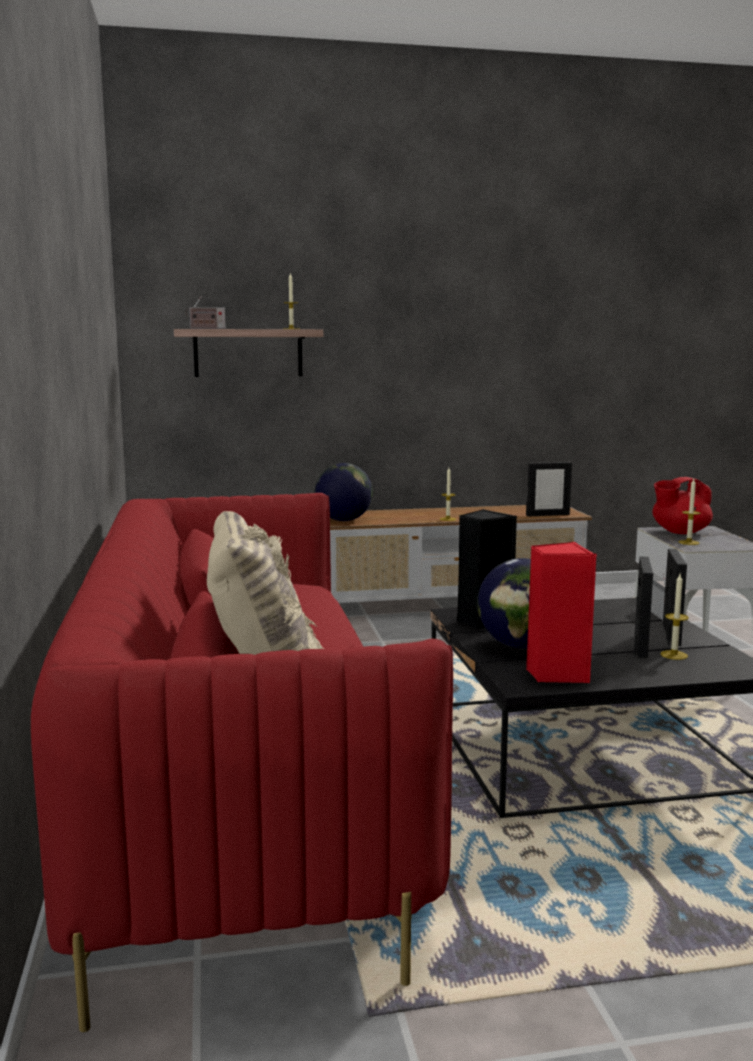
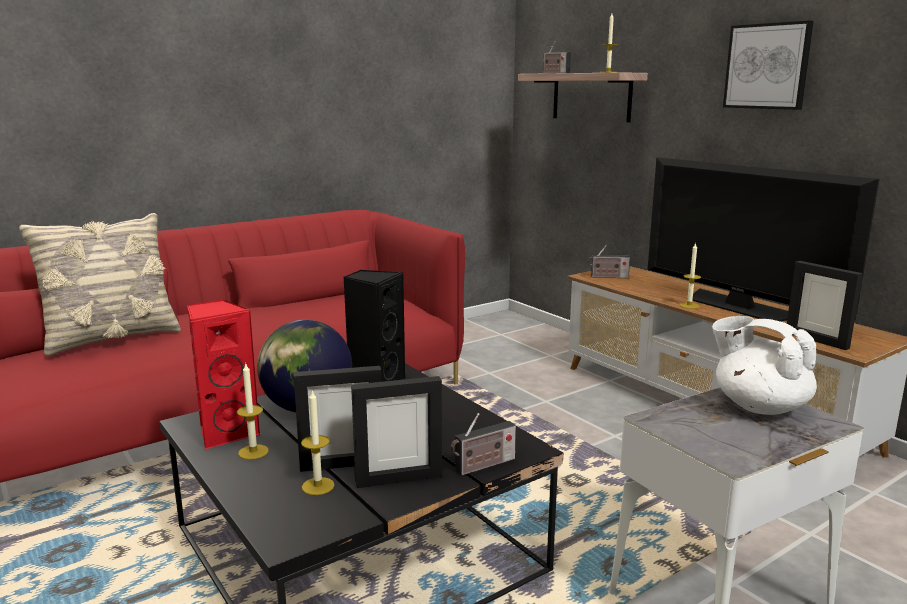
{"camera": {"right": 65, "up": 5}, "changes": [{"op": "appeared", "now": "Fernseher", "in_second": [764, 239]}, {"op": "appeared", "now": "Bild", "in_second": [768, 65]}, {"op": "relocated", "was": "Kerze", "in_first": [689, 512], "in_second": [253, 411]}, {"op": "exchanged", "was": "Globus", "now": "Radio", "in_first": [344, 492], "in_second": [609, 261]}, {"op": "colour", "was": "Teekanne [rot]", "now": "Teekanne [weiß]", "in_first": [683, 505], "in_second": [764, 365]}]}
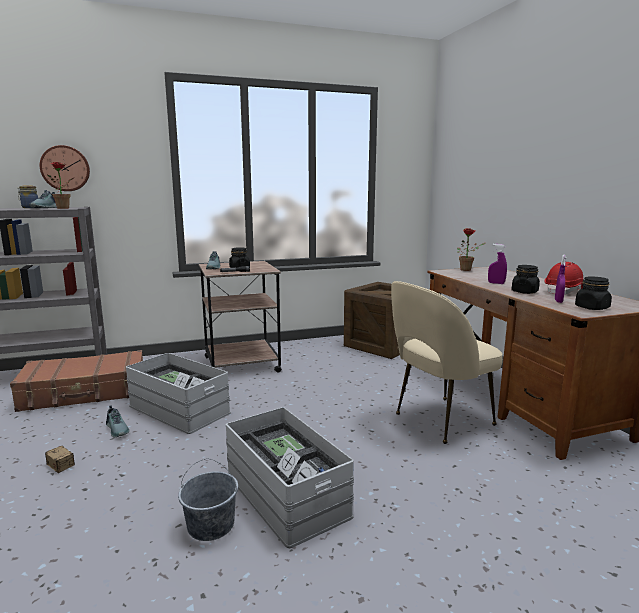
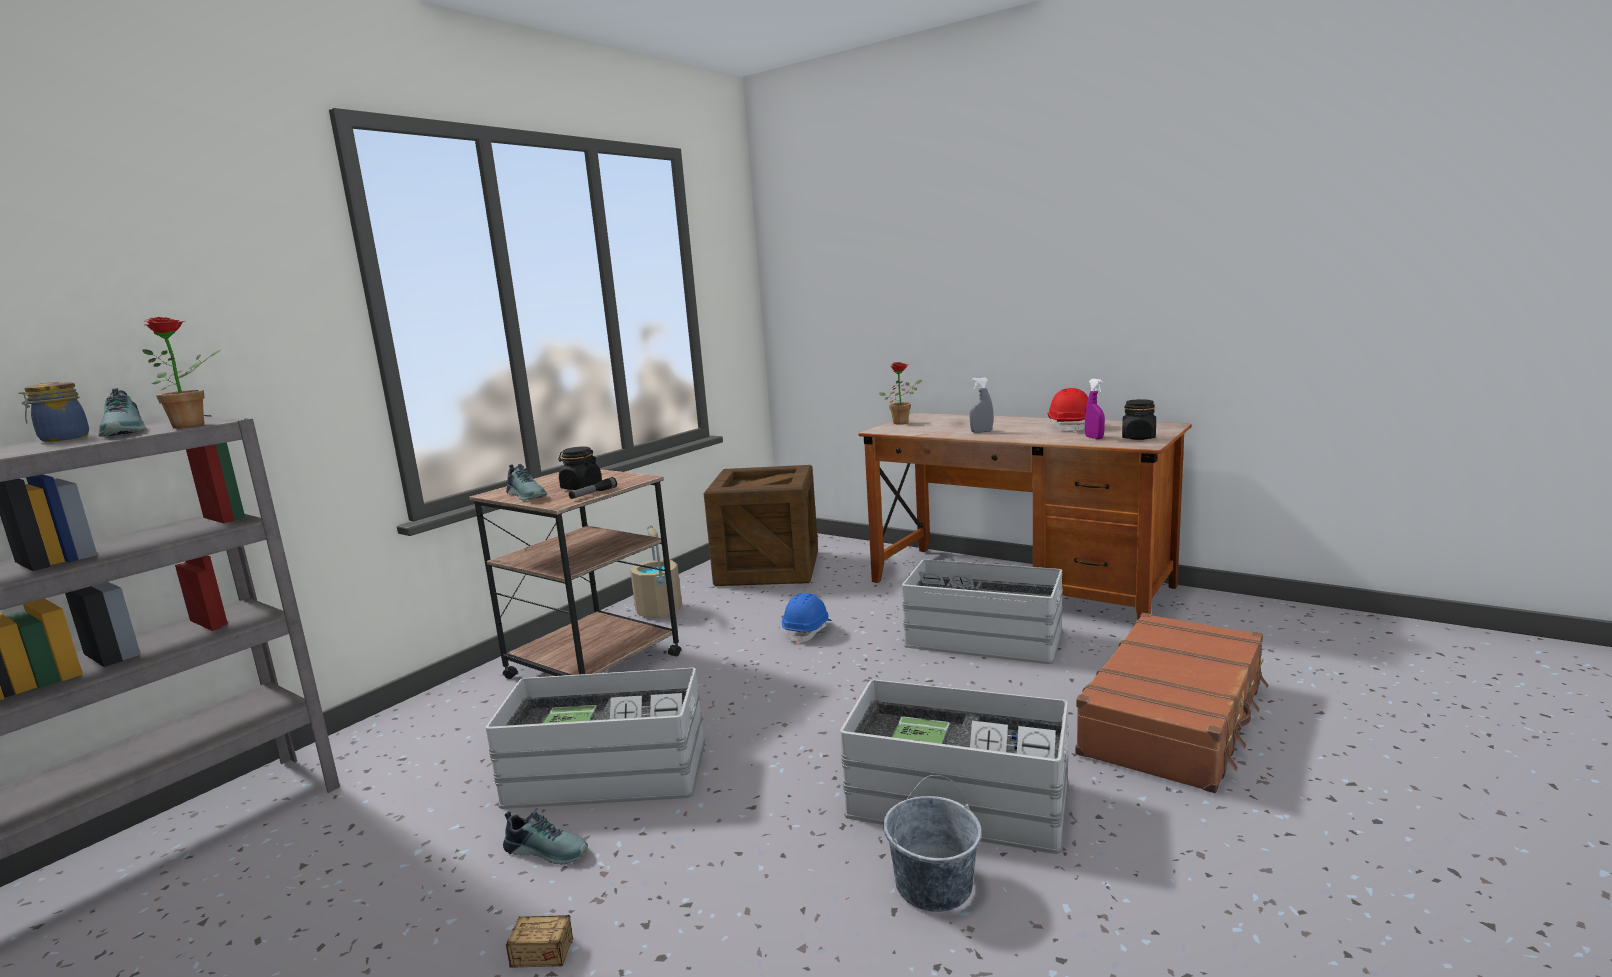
{"camera": {"right": -35, "up": 0}, "changes": [{"op": "missing", "was": "Wanduhr", "in_first": [65, 168]}, {"op": "missing", "was": "Vorratsglas [schwarz]", "in_first": [525, 279]}, {"op": "appeared", "now": "Eimer [beige]", "in_second": [656, 571]}, {"op": "appeared", "now": "Schutzhelm [blau]", "in_second": [807, 618]}, {"op": "relocated", "was": "Koffer [braun]", "in_first": [76, 381], "in_second": [1172, 703]}, {"op": "exchanged", "was": "Stuhl [beige]", "now": "Aufbewahrungsbox [grau]", "in_first": [447, 362], "in_second": [982, 611]}, {"op": "colour", "was": "Sprühflasche [lila]", "now": "Sprühflasche [grau]", "in_first": [497, 264], "in_second": [981, 405]}]}
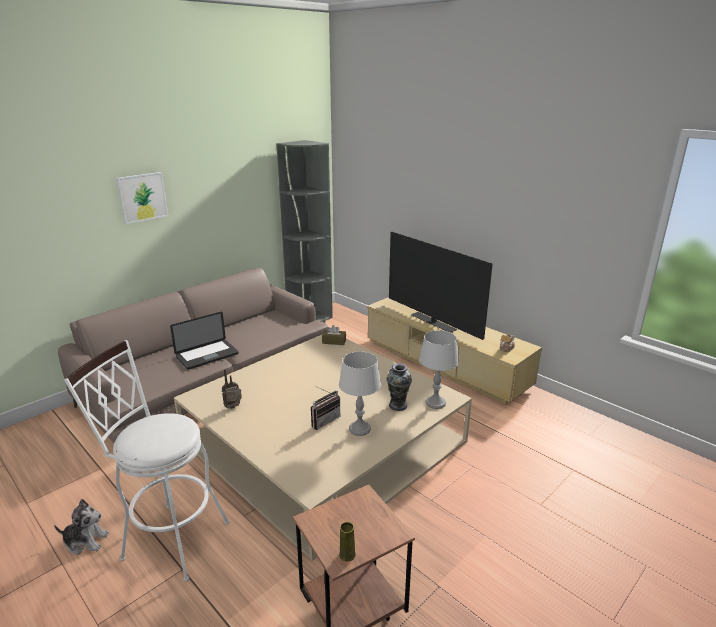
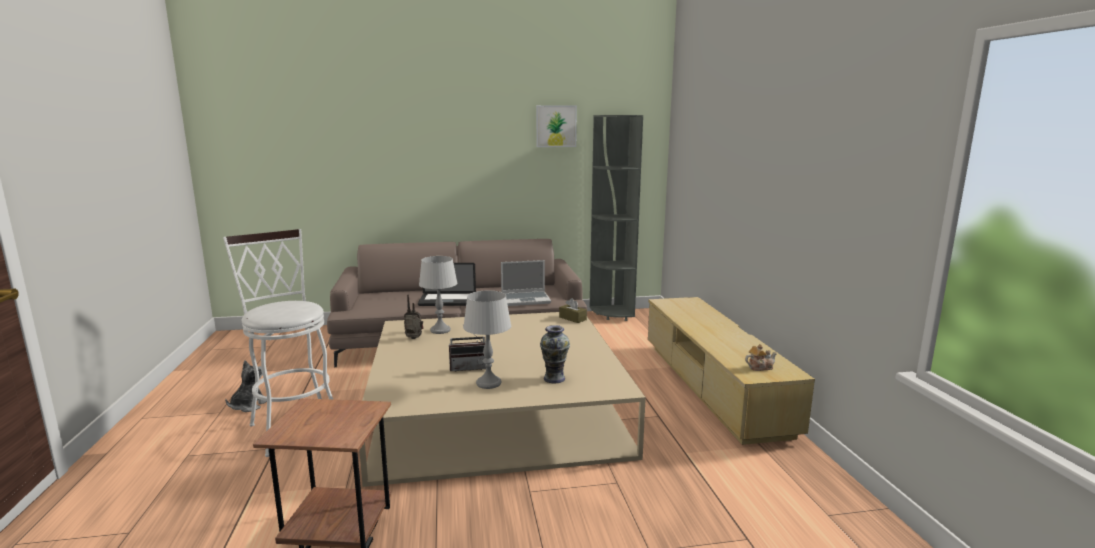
{"camera": {"right": 35, "up": -10}, "changes": [{"op": "missing", "was": "Vase [gelb]", "in_first": [347, 542]}, {"op": "missing", "was": "Fernseher", "in_first": [441, 286]}, {"op": "appeared", "now": "Laptop", "in_second": [526, 283]}, {"op": "relocated", "was": "Bild", "in_first": [142, 198], "in_second": [556, 126]}, {"op": "relocated", "was": "Tischlampe [grau]", "in_first": [439, 369], "in_second": [438, 295]}, {"op": "spun", "was": "Plüschtier", "in_first": [81, 527], "in_second": [246, 386], "clockwise": -105}]}
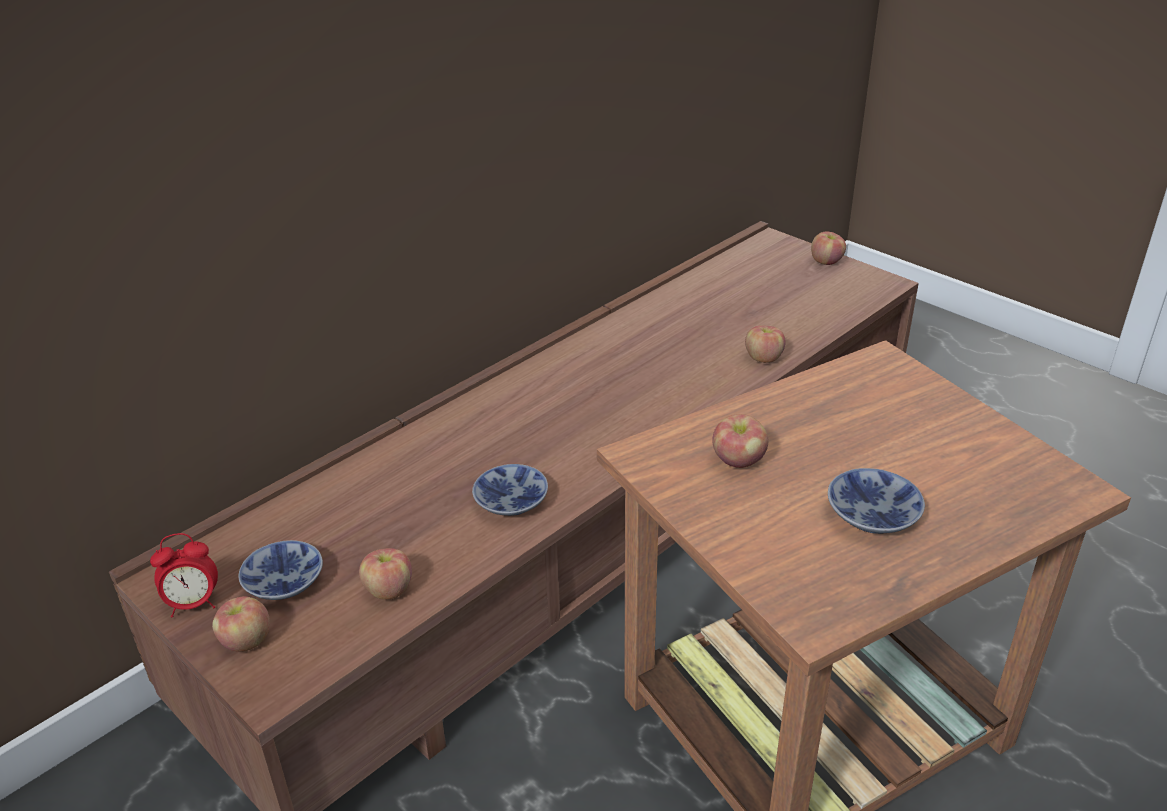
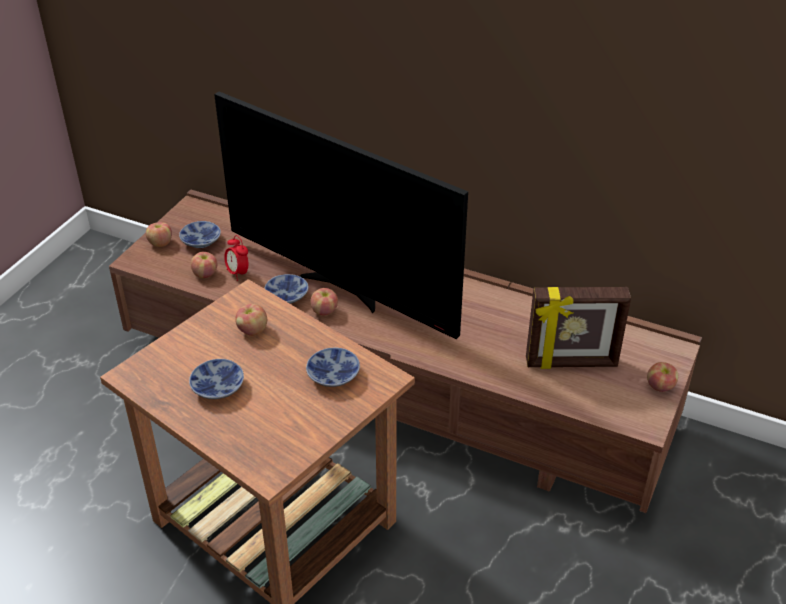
{"camera": {"right": 70, "up": 5}, "changes": [{"op": "appeared", "now": "Fernseher", "in_second": [341, 215]}, {"op": "appeared", "now": "Schüssel", "in_second": [333, 367]}, {"op": "appeared", "now": "Bilderrahmen", "in_second": [578, 328]}, {"op": "relocated", "was": "Wecker", "in_first": [184, 575], "in_second": [236, 258]}, {"op": "relocated", "was": "Apfel", "in_first": [765, 344], "in_second": [324, 301]}]}
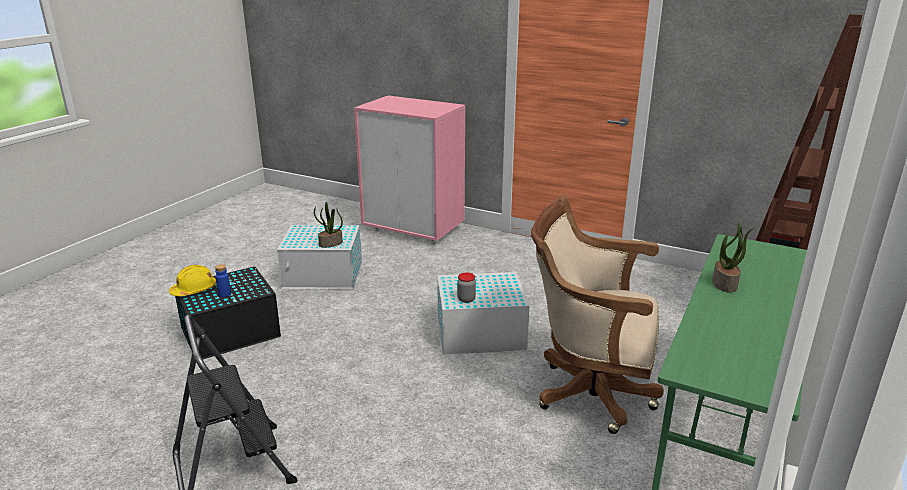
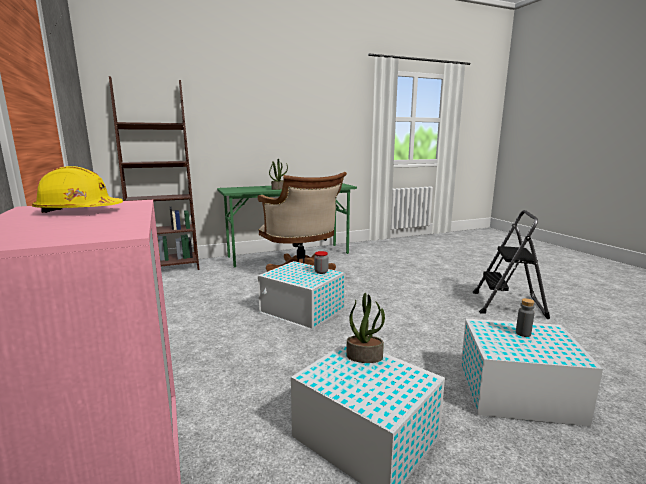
{"camera": {"right": -140, "up": -10}, "changes": [{"op": "relocated", "was": "Schutzhelm [gelb]", "in_first": [192, 280], "in_second": [77, 189]}, {"op": "colour", "was": "Aufbewahrungsbox [schwarz]", "now": "Aufbewahrungsbox [weiß]", "in_first": [228, 312], "in_second": [532, 372]}, {"op": "colour", "was": "Flasche [blau]", "now": "Flasche [grau]", "in_first": [223, 280], "in_second": [525, 317]}]}
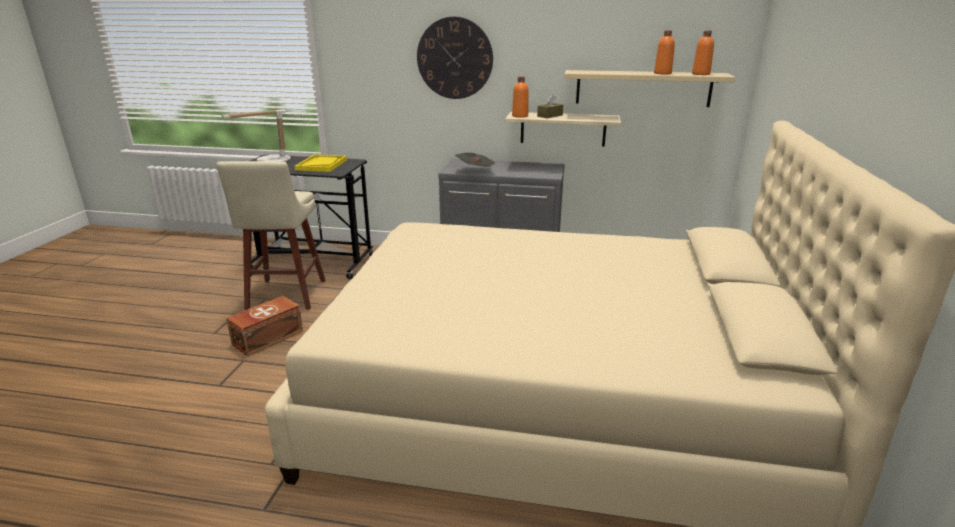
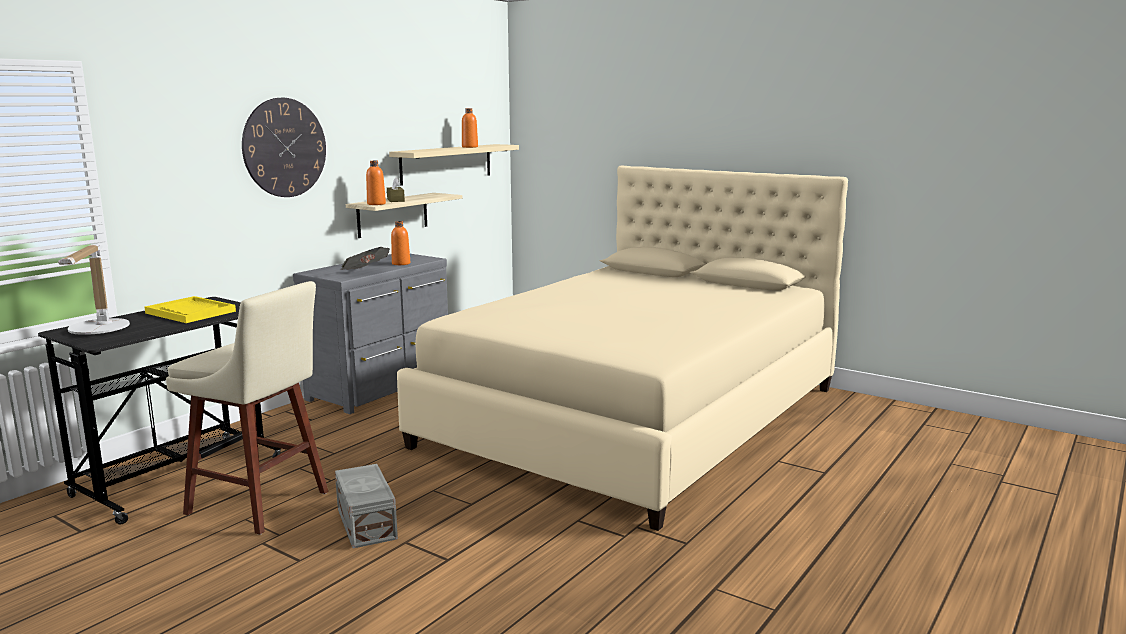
{"camera": {"right": -65, "up": -10}, "changes": [{"op": "relocated", "was": "Flasche [orange]", "in_first": [703, 53], "in_second": [400, 243]}, {"op": "colour", "was": "Aufbewahrungsbox [braun]", "now": "Aufbewahrungsbox [grau]", "in_first": [264, 326], "in_second": [366, 506]}]}
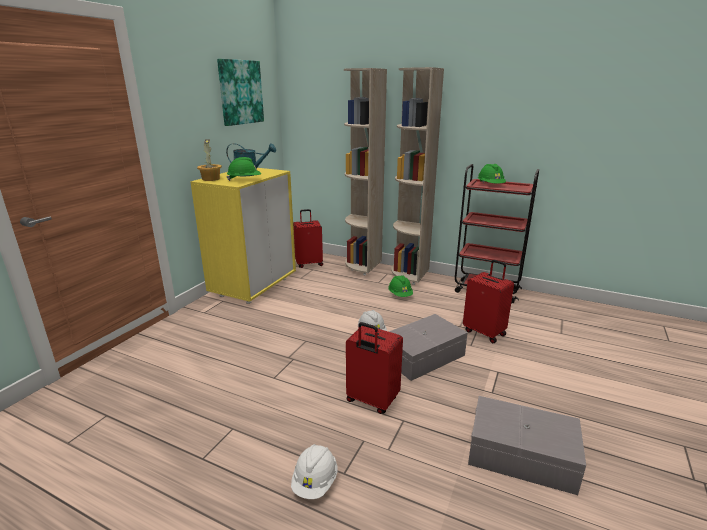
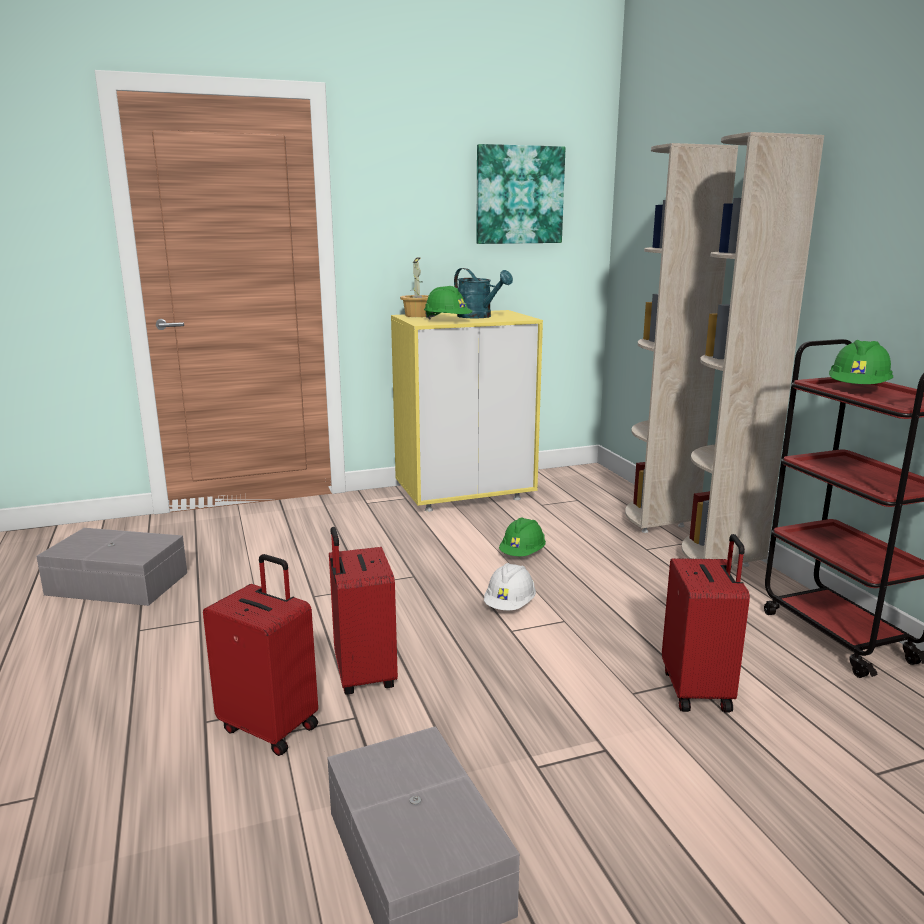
{"camera": {"right": 45, "up": -5}, "changes": [{"op": "missing", "was": "Schutzhelm [weiß]", "in_first": [314, 471]}, {"op": "relocated", "was": "Koffer [rot]", "in_first": [308, 238], "in_second": [260, 655]}, {"op": "relocated", "was": "Schutzhelm [grün]", "in_first": [400, 286], "in_second": [522, 536]}, {"op": "relocated", "was": "Aufbewahrungsbox [grau]", "in_first": [428, 347], "in_second": [111, 567]}]}
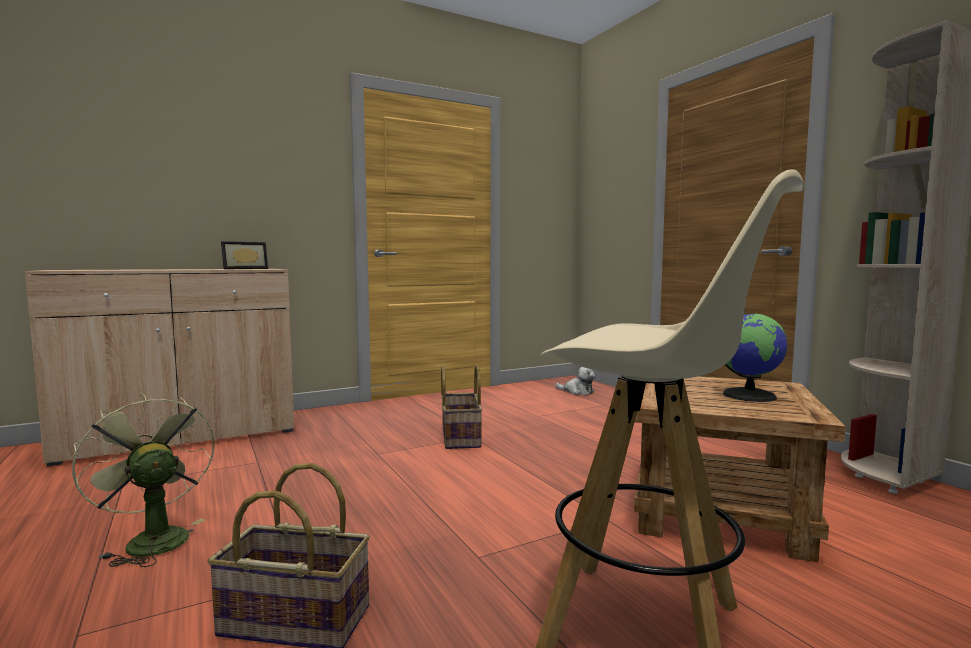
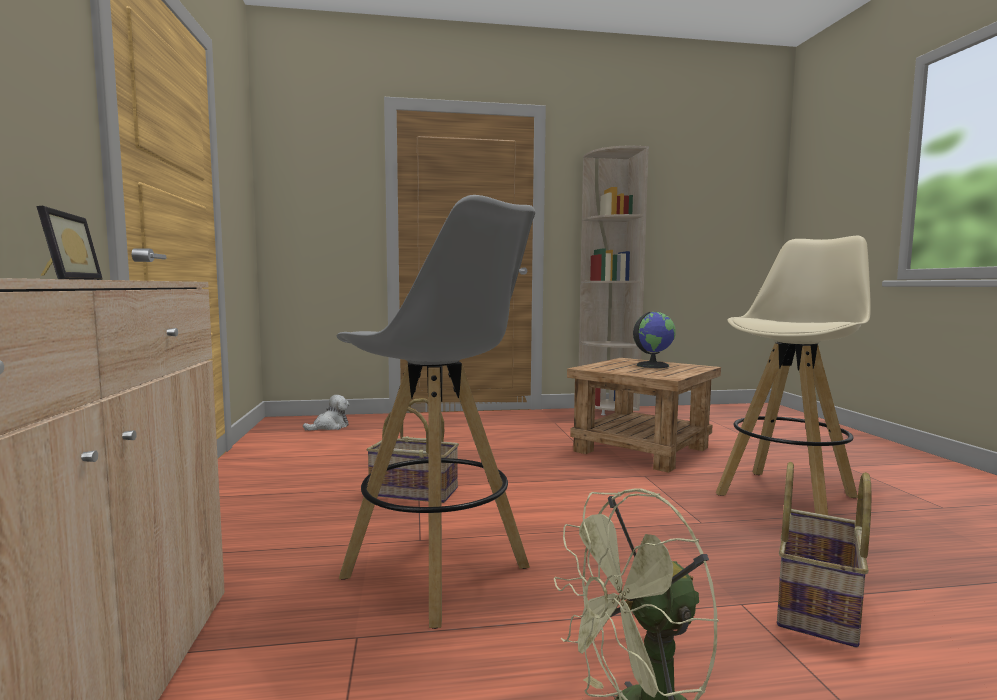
{"camera": {"right": -70, "up": 0}, "changes": [{"op": "appeared", "now": "Hocker [grau]", "in_second": [436, 412]}]}
